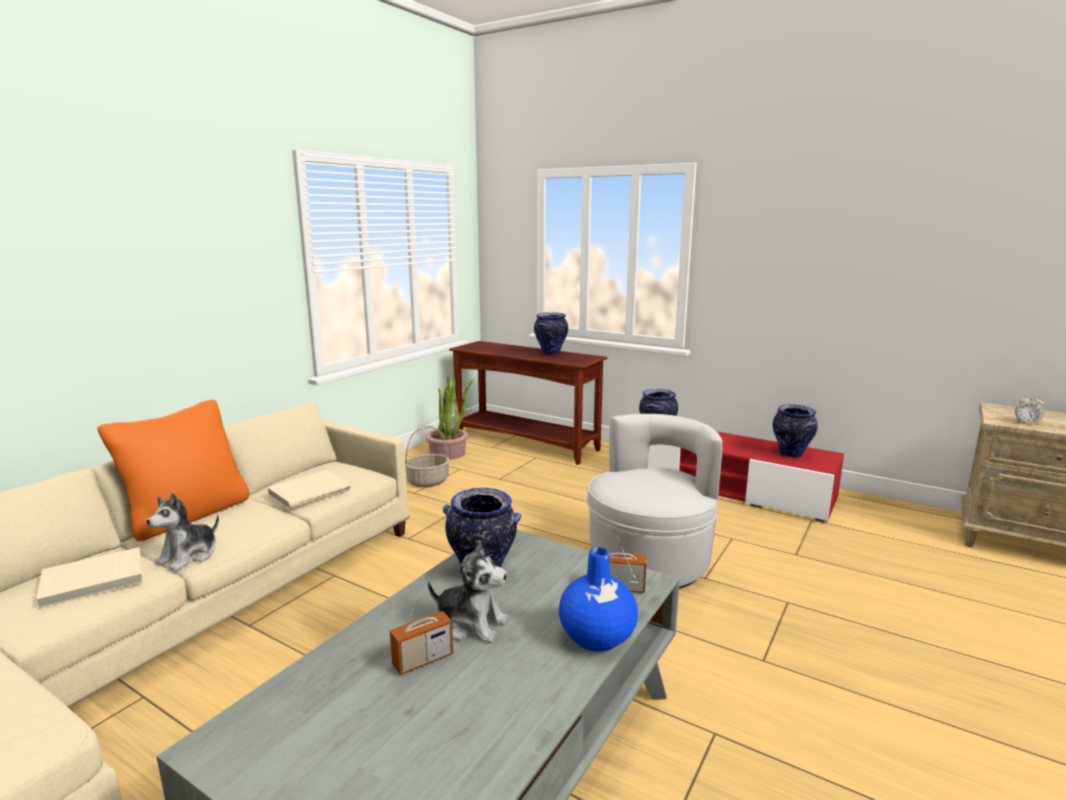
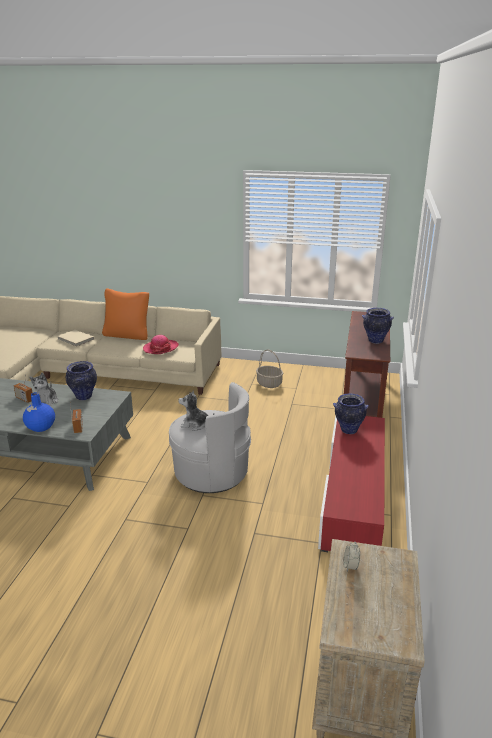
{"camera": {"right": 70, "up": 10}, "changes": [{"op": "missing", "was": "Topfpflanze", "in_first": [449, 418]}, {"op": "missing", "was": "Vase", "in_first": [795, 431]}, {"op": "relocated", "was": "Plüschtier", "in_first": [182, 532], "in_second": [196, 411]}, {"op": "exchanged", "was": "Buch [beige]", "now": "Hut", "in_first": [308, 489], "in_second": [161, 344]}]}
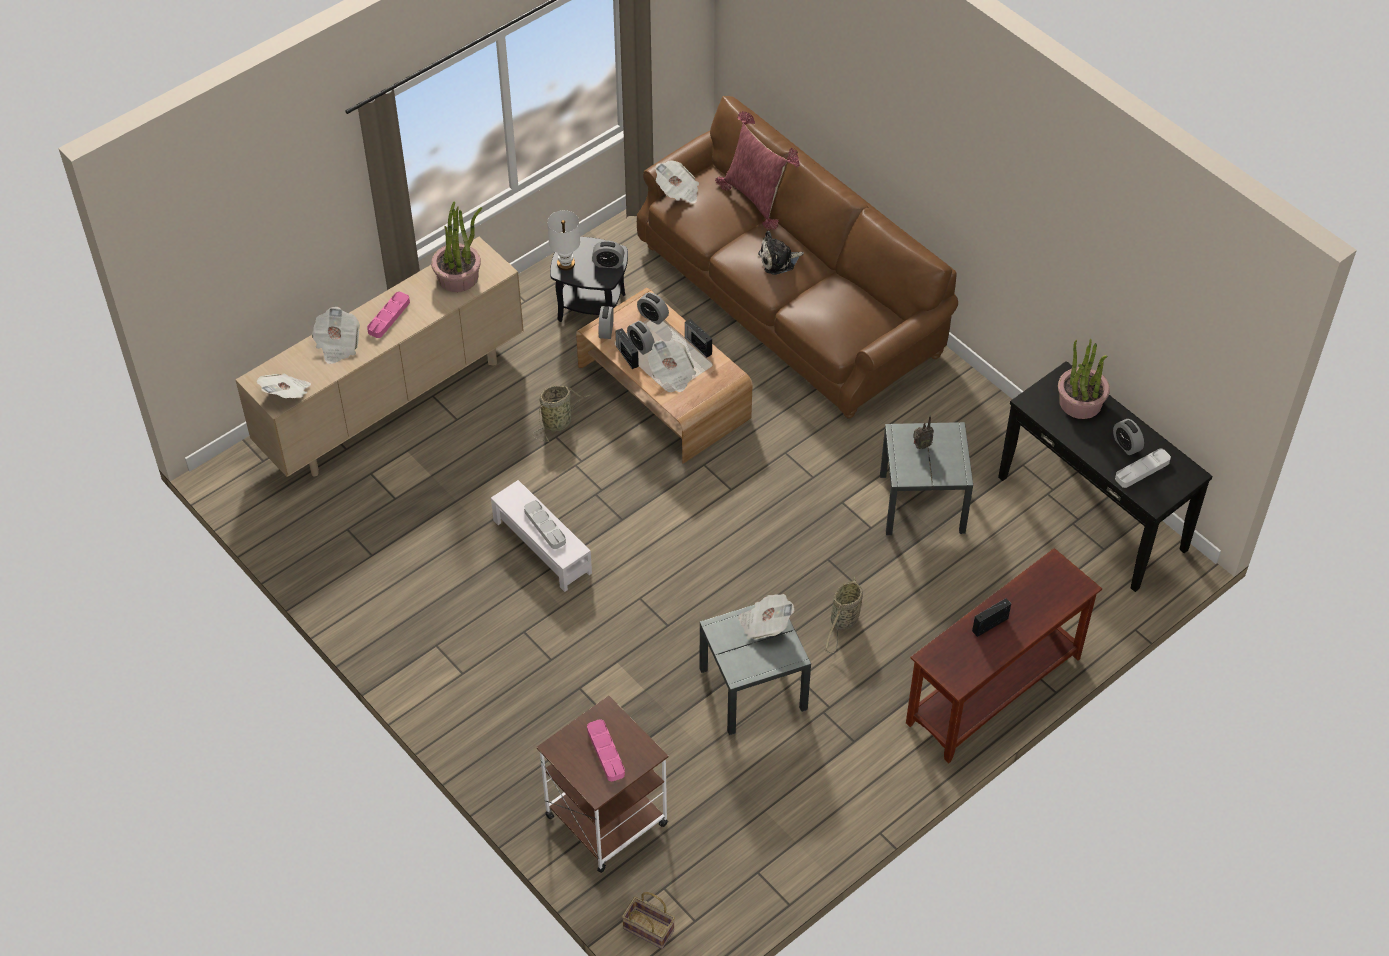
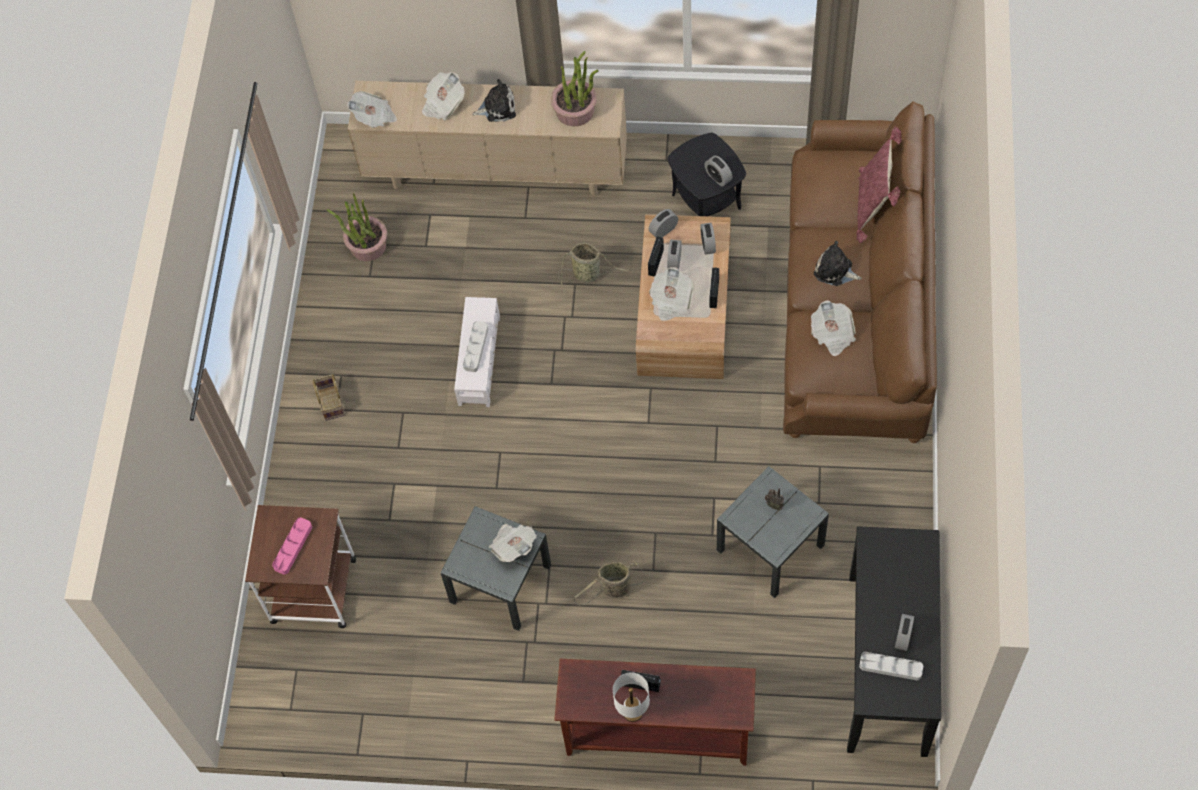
{"camera": {"right": 50, "up": 10}, "changes": [{"op": "relocated", "was": "Tischlampe [weiß]", "in_first": [563, 240], "in_second": [631, 697]}, {"op": "relocated", "was": "Korb", "in_first": [648, 920], "in_second": [328, 397]}, {"op": "relocated", "was": "Zeitung", "in_first": [677, 182], "in_second": [833, 328]}, {"op": "relocated", "was": "Topfpflanze", "in_first": [1084, 379], "in_second": [357, 227]}, {"op": "exchanged", "was": "Tablett [rosa]", "now": "Plüschtier", "in_first": [388, 315], "in_second": [494, 100]}]}
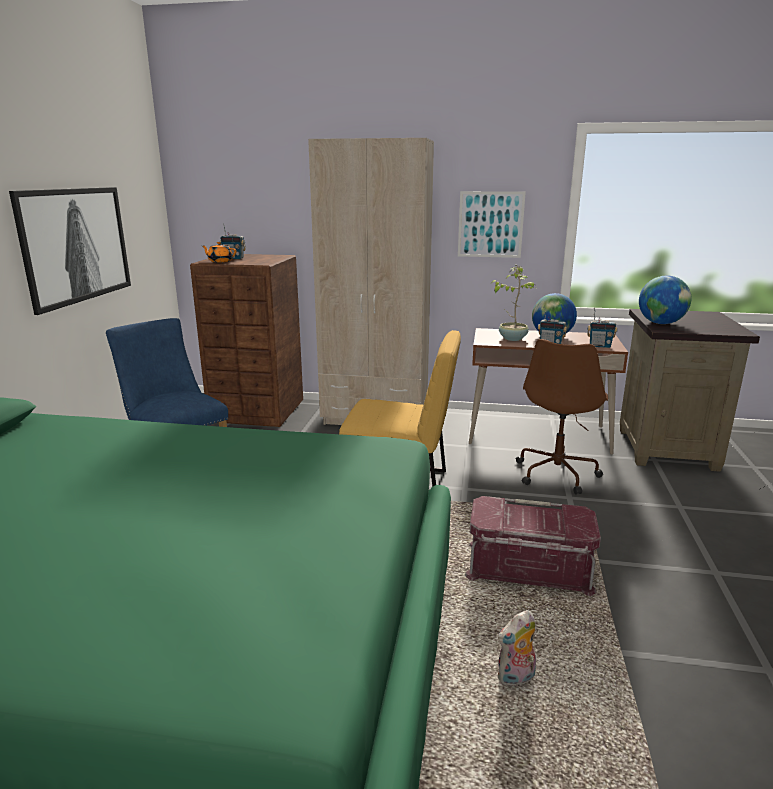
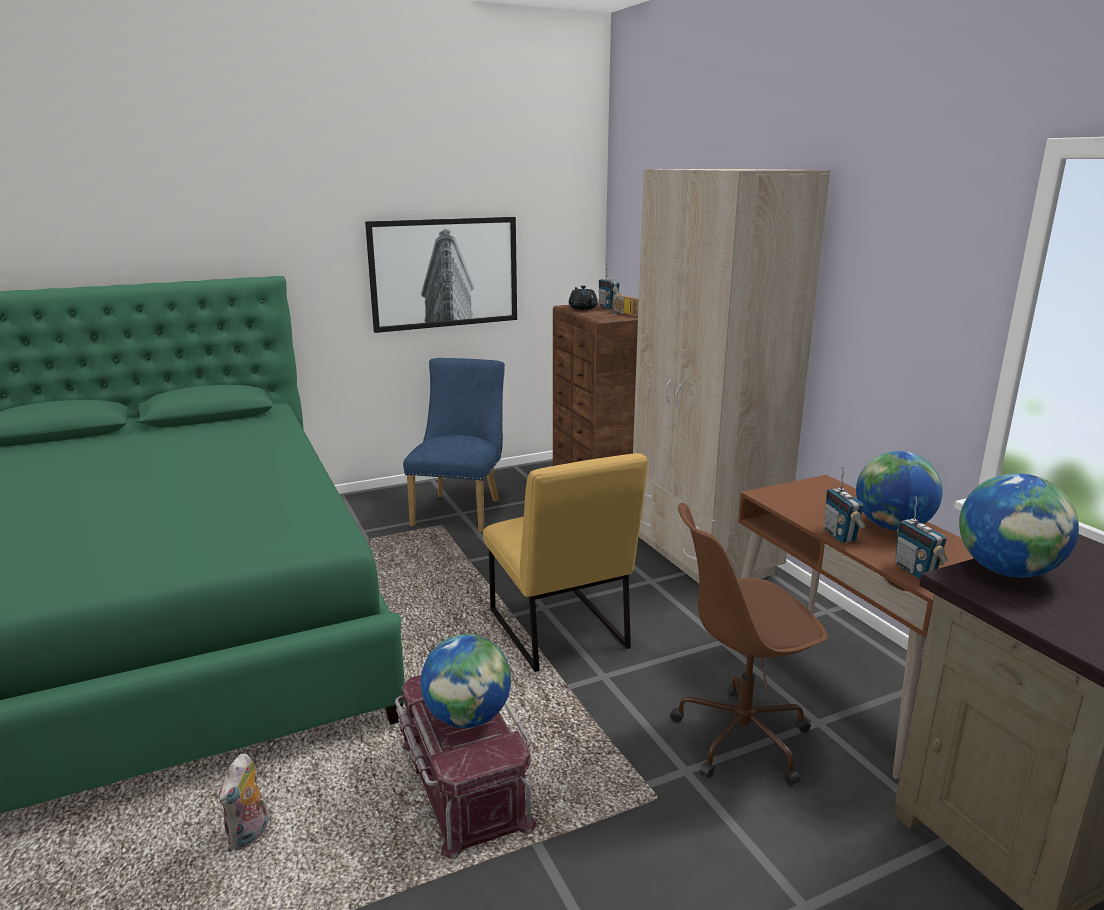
{"camera": {"right": 55, "up": 0}, "changes": [{"op": "missing", "was": "Bild", "in_first": [492, 224]}, {"op": "missing", "was": "Topfpflanze", "in_first": [513, 303]}, {"op": "appeared", "now": "Globus", "in_second": [466, 681]}, {"op": "appeared", "now": "Radio", "in_second": [624, 305]}, {"op": "colour", "was": "Teekanne [orange]", "now": "Teekanne [schwarz]", "in_first": [218, 252], "in_second": [583, 298]}, {"op": "spun", "was": "Plüschtier", "in_first": [517, 648], "in_second": [244, 802], "clockwise": -105}]}
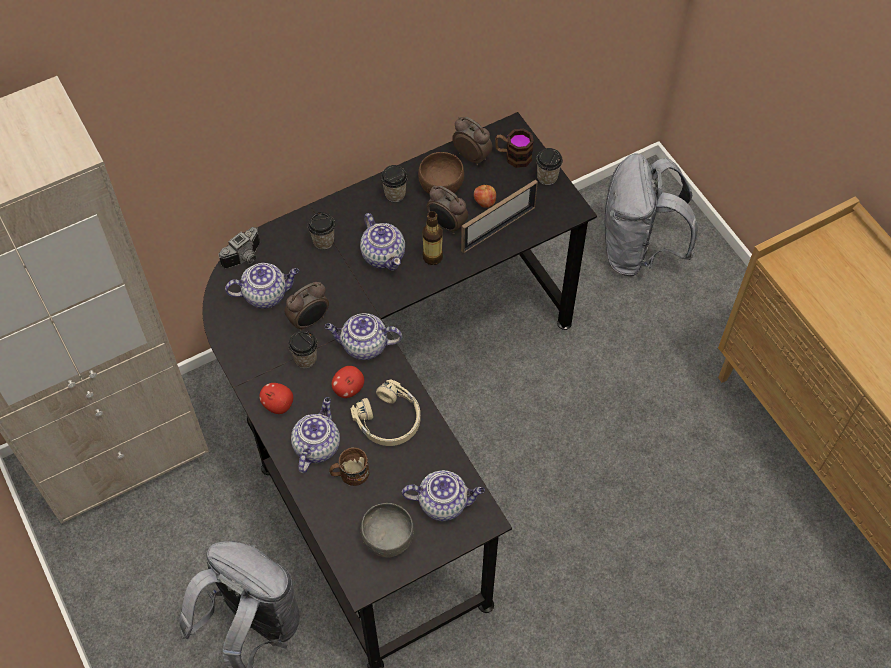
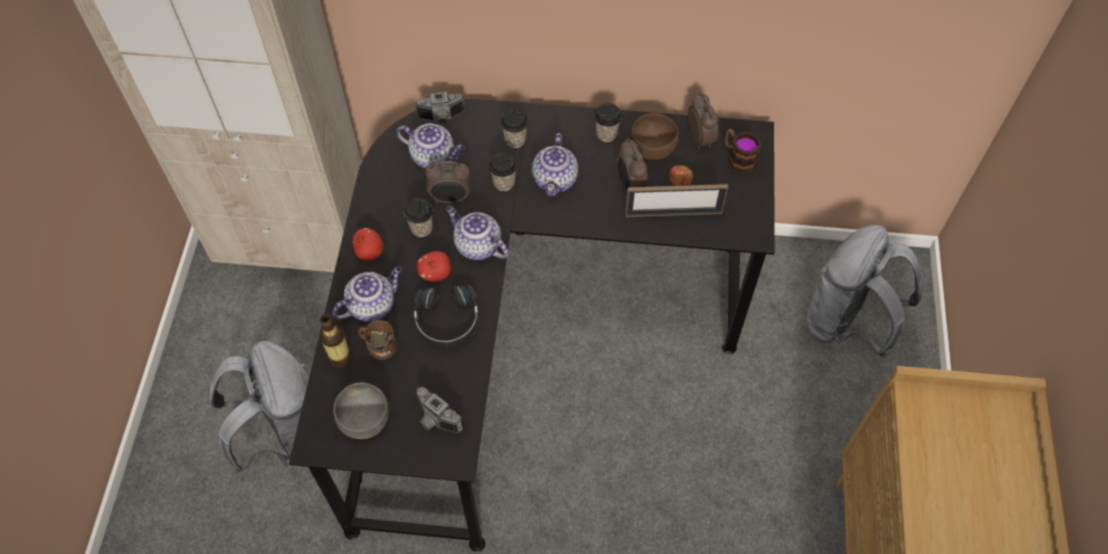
{"camera": {"right": 35, "up": 0}, "changes": [{"op": "relocated", "was": "Flasche", "in_first": [432, 238], "in_second": [336, 340]}, {"op": "relocated", "was": "Tasse", "in_first": [549, 166], "in_second": [503, 171]}, {"op": "exchanged", "was": "Teekanne", "now": "Kamera", "in_first": [443, 495], "in_second": [439, 410]}, {"op": "colour", "was": "Kopfhörer [beige]", "now": "Kopfhörer [schwarz]", "in_first": [385, 412], "in_second": [446, 316]}]}
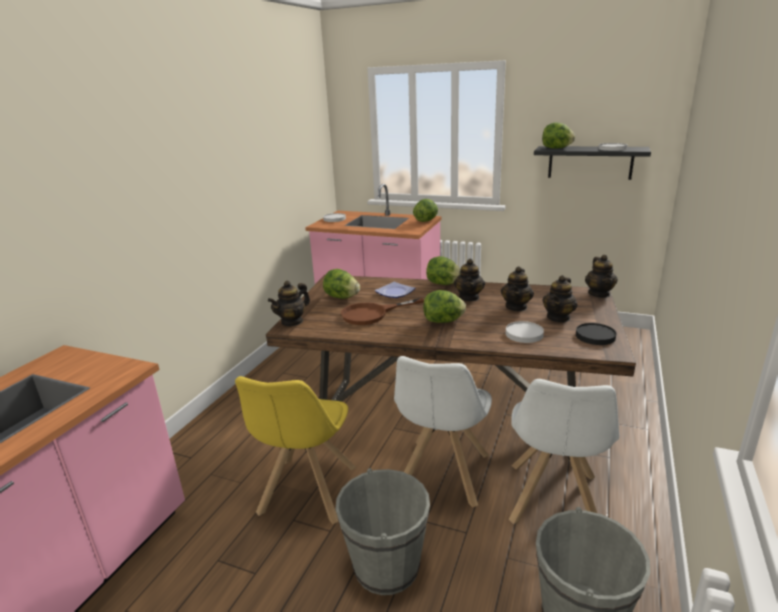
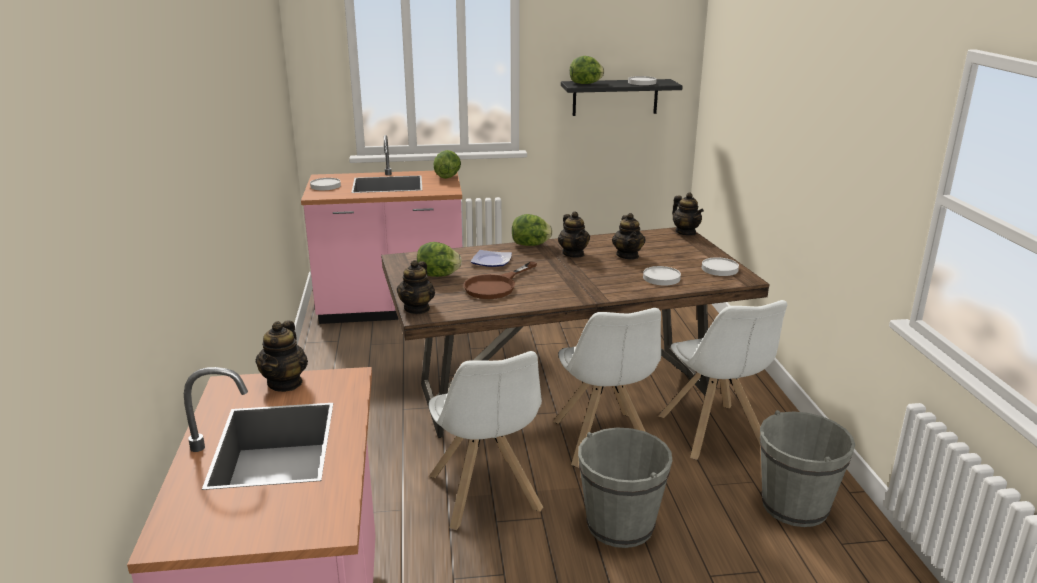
{"camera": {"right": -30, "up": 0}, "changes": [{"op": "missing", "was": "Salatkopf", "in_first": [444, 306]}, {"op": "relocated", "was": "Teekanne", "in_first": [559, 299], "in_second": [281, 356]}, {"op": "colour", "was": "Stuhl [gelb]", "now": "Stuhl [weiß]", "in_first": [295, 450], "in_second": [486, 440]}, {"op": "colour", "was": "Teller [schwarz]", "now": "Teller [weiß]", "in_first": [596, 334], "in_second": [720, 266]}]}
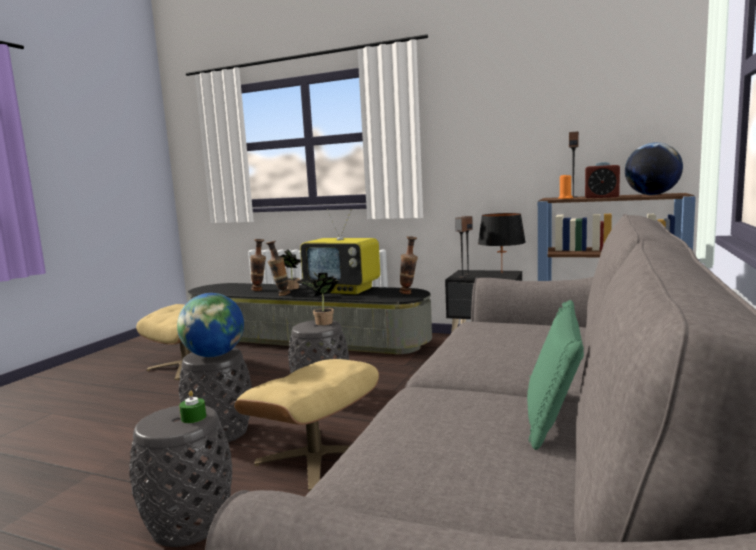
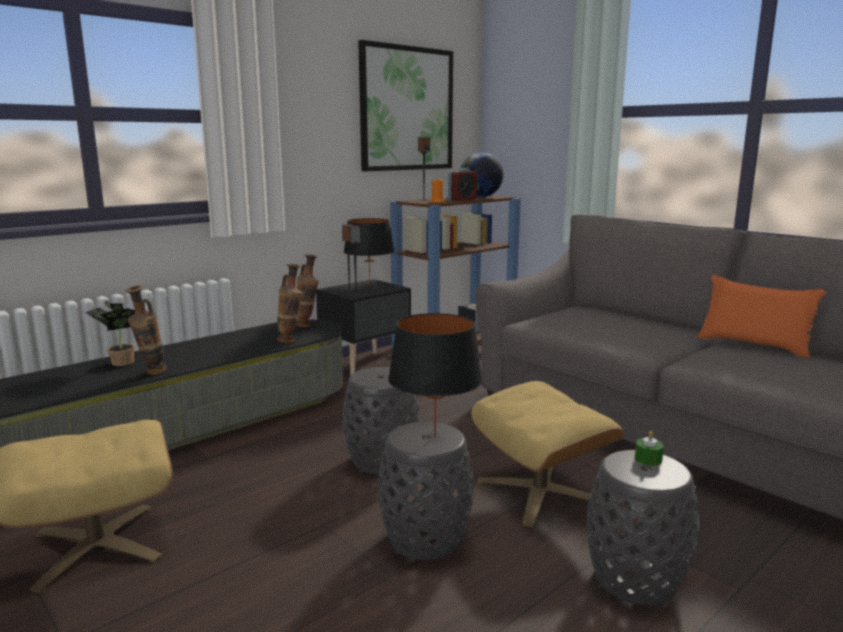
{"camera": {"right": -65, "up": 5}, "changes": [{"op": "missing", "was": "Topfpflanze", "in_first": [317, 298]}, {"op": "missing", "was": "Fernseher", "in_first": [340, 251]}, {"op": "appeared", "now": "Bild", "in_second": [405, 105]}, {"op": "relocated", "was": "Vase", "in_first": [258, 265], "in_second": [289, 303]}, {"op": "exchanged", "was": "Globus", "now": "Tischlampe [schwarz]", "in_first": [210, 325], "in_second": [435, 374]}, {"op": "colour", "was": "Kissen [grün]", "now": "Kissen [orange]", "in_first": [555, 375], "in_second": [761, 316]}]}
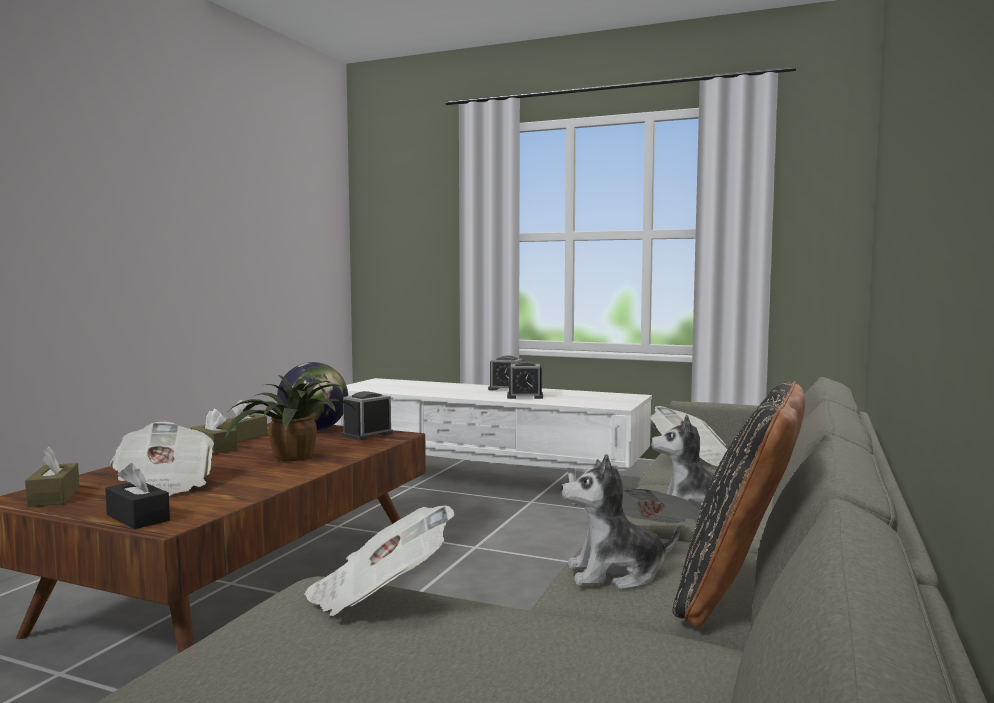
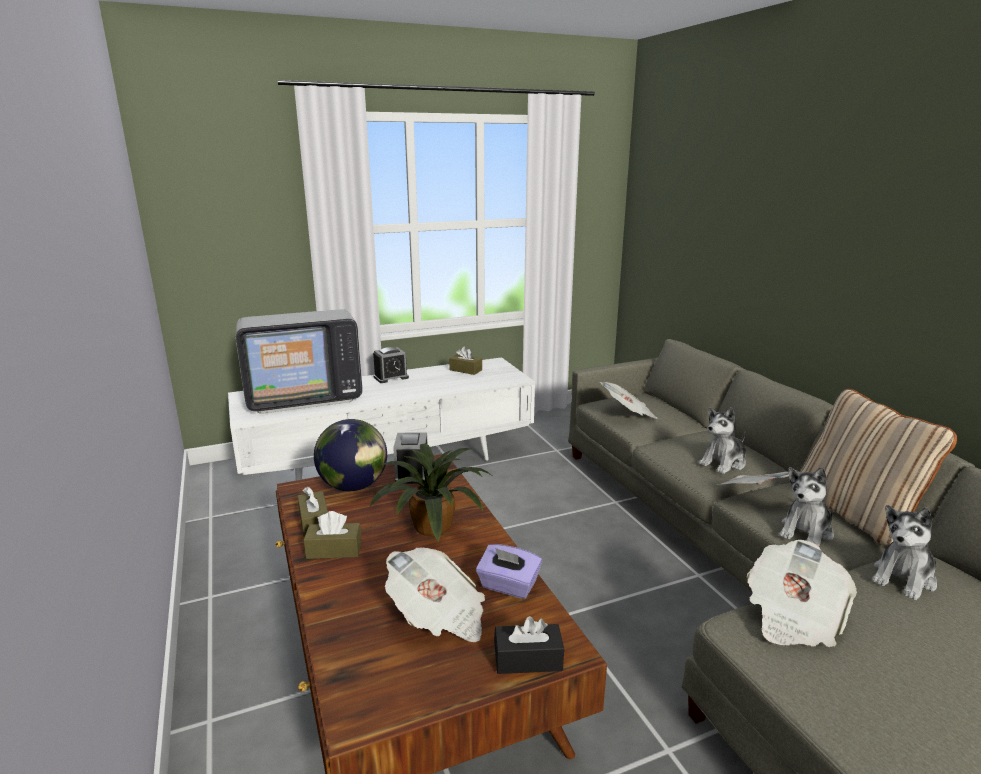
{"camera": {"right": -45, "up": 15}, "changes": [{"op": "missing", "was": "Wecker", "in_first": [525, 380]}, {"op": "appeared", "now": "Fernseher", "in_second": [299, 361]}, {"op": "appeared", "now": "Taschentuchbox [lila]", "in_second": [509, 571]}, {"op": "appeared", "now": "Plüschtier", "in_second": [904, 552]}, {"op": "relocated", "was": "Taschentuchbox [braun]", "in_first": [52, 476], "in_second": [465, 361]}, {"op": "colour", "was": "Kissen [schwarz]", "now": "Kissen [beige]", "in_first": [739, 504], "in_second": [879, 468]}]}
